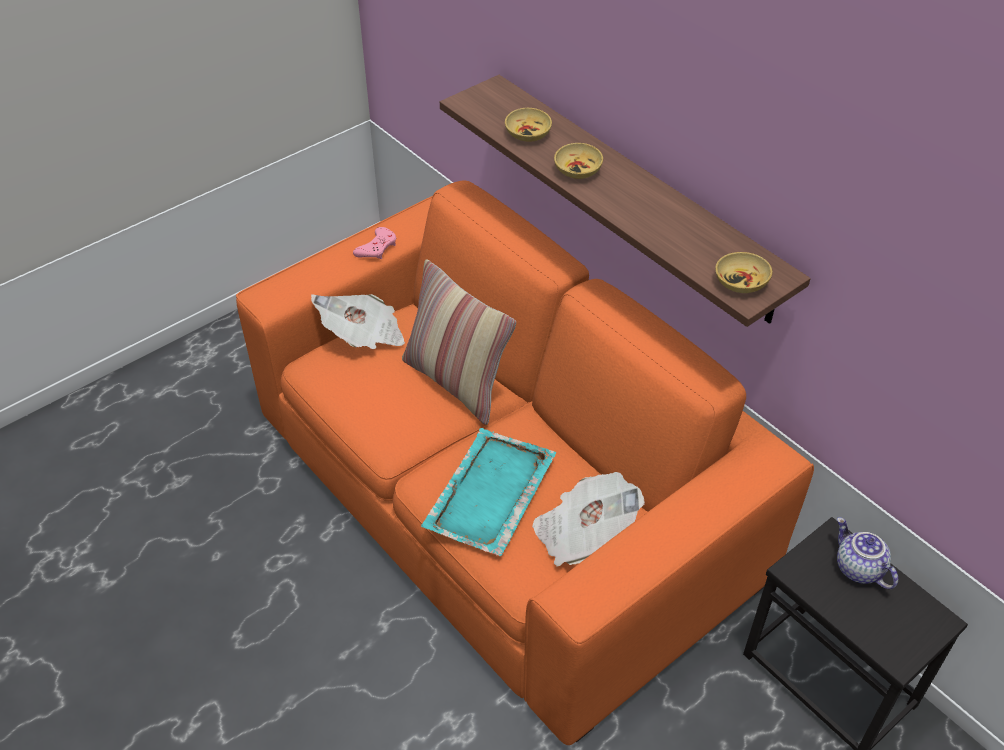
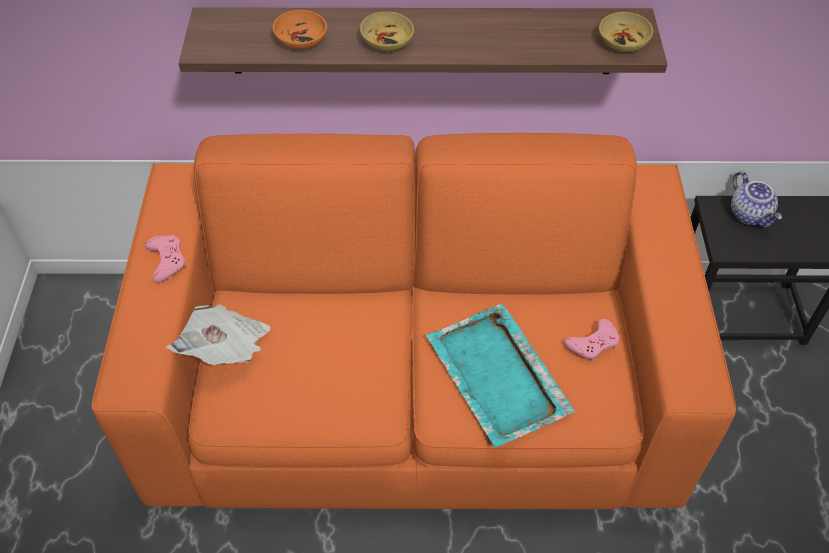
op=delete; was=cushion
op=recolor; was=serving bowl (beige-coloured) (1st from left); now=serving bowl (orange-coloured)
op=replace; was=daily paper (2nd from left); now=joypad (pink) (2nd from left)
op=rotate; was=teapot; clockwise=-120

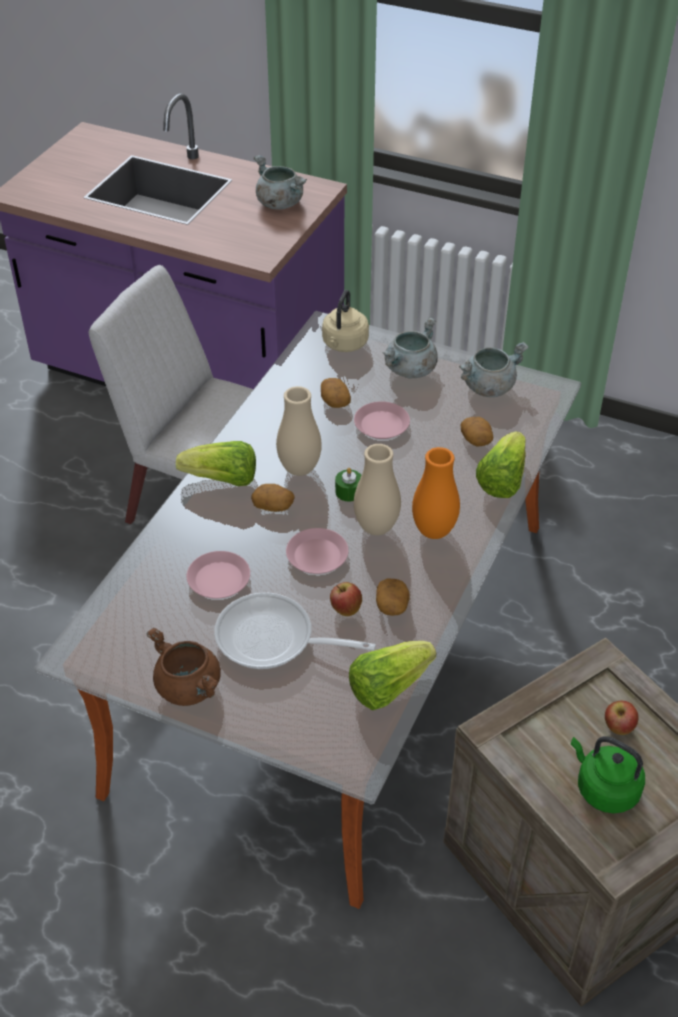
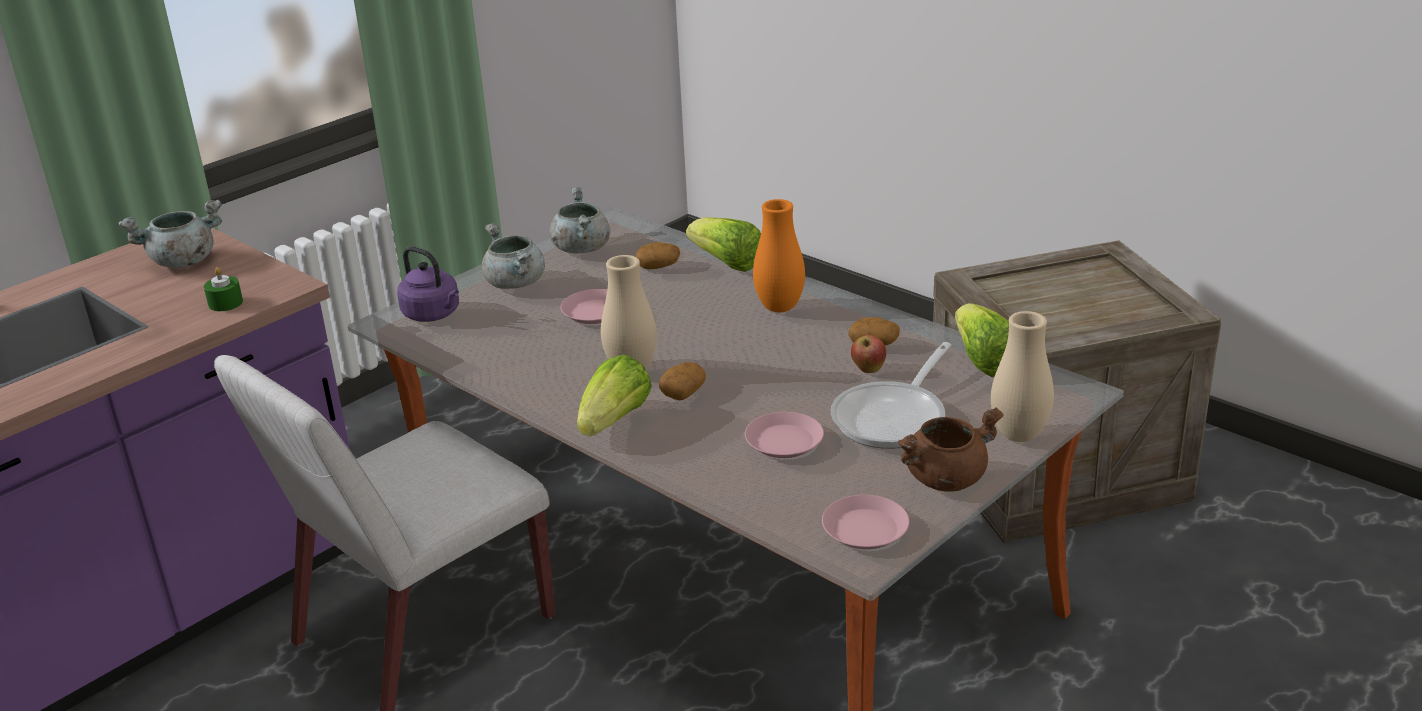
op=move; was=dinner plate (pink) (2nd from left in the first image); now=dinner plate (pink) (3rd from left)
op=delete; was=potato (2nd from left)
op=recolor; was=kettle (beige-coloured); now=kettle (purple-coloured)
op=move; was=candle (green)
op=move; was=flower vase (beige-coloured) (2nd from left)
op=delete; was=kettle (green)
op=delete; was=apple fruit (2nd from left)

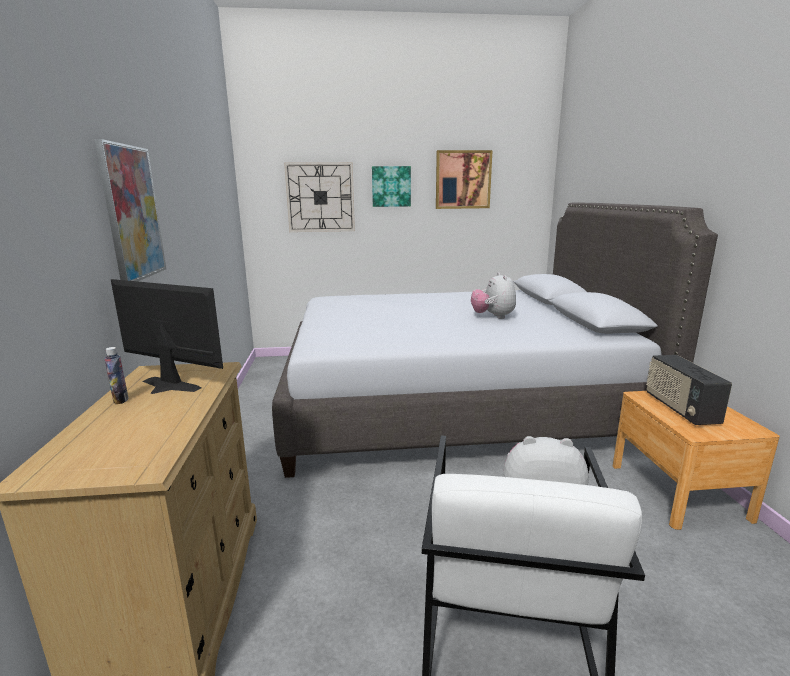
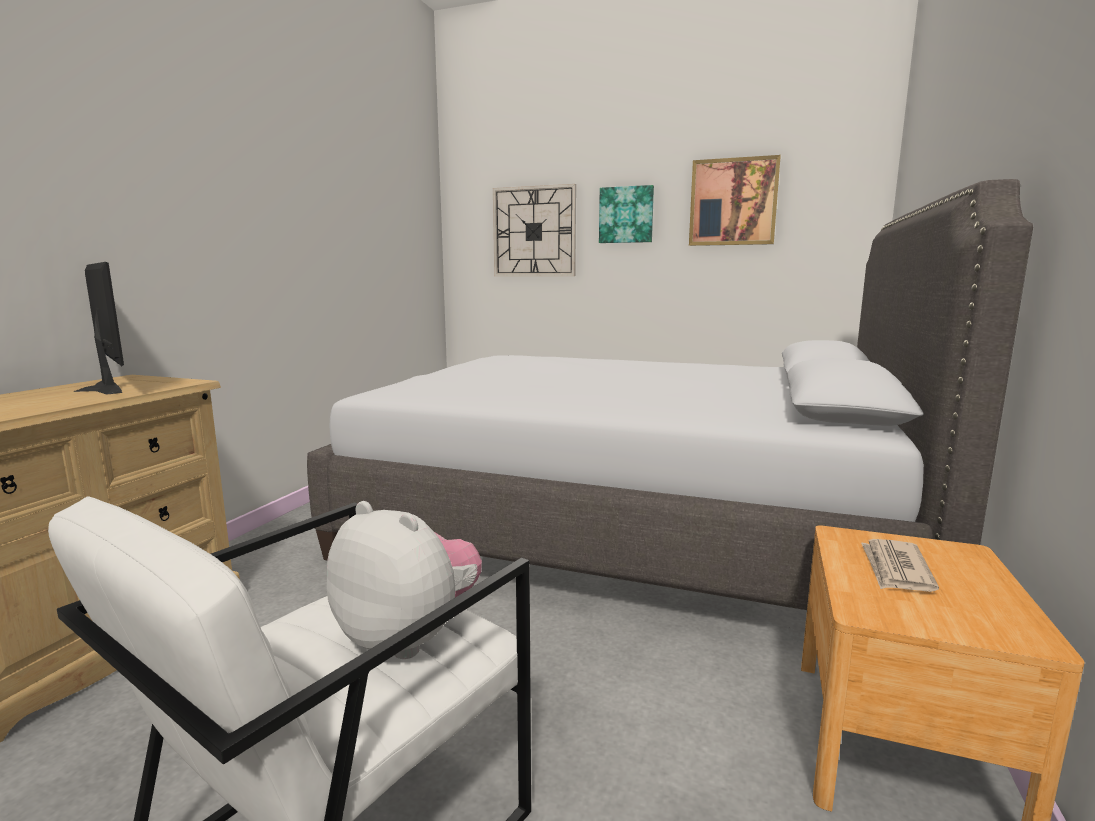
op=delete; was=wall art (1st from left)
op=delete; was=drink bottle
op=delete; was=plush toy (1st from left)
op=replace; was=radio set; now=daily paper

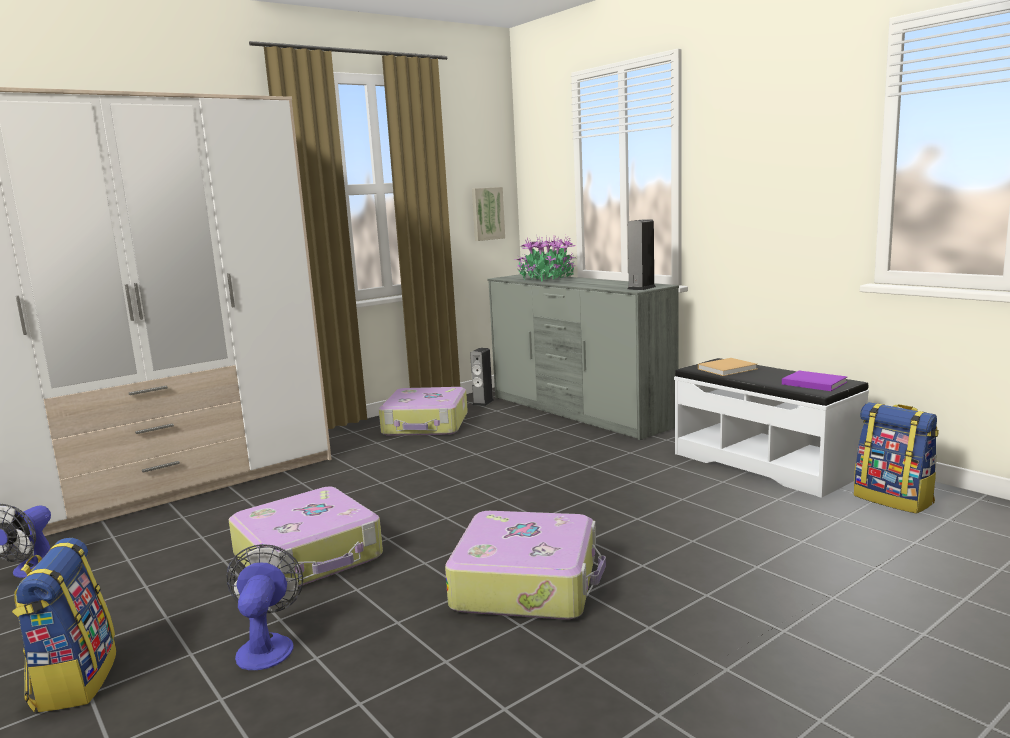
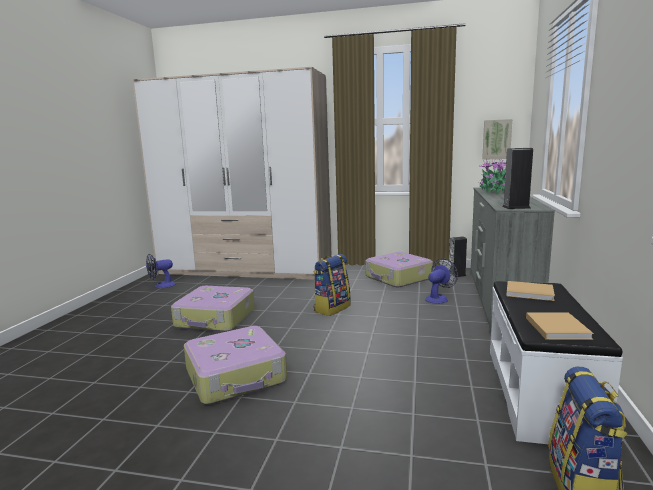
op=move; was=backpack (1st from left)
op=move; was=fan (2nd from left)
op=recolor; was=book (purple-coloured); now=book (beige-coloured) (2nd from left)

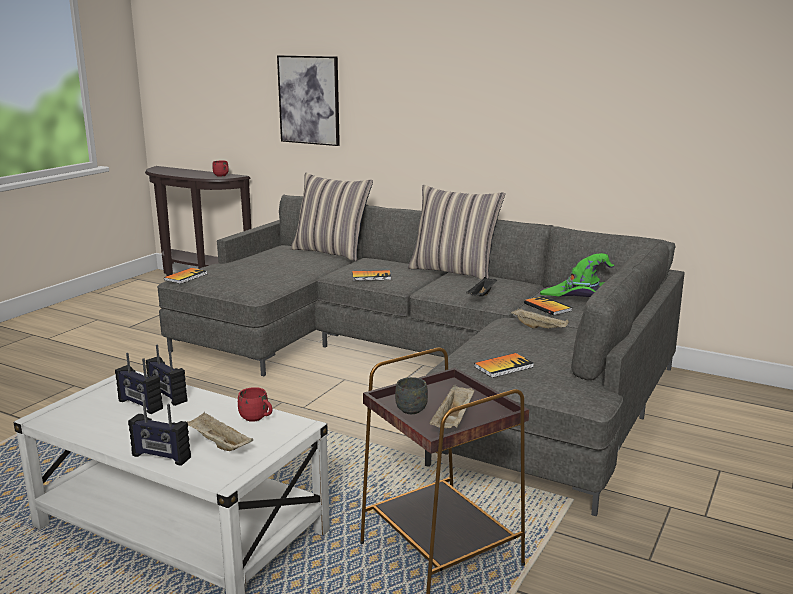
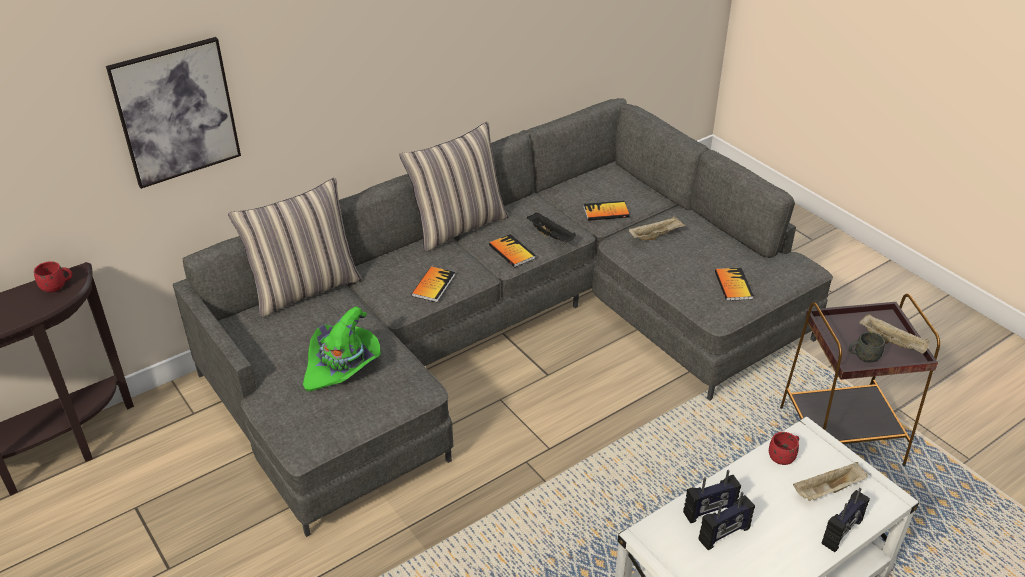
op=move; was=book (1st from left in the first image); now=book (2nd from left)
op=move; was=hat (green)

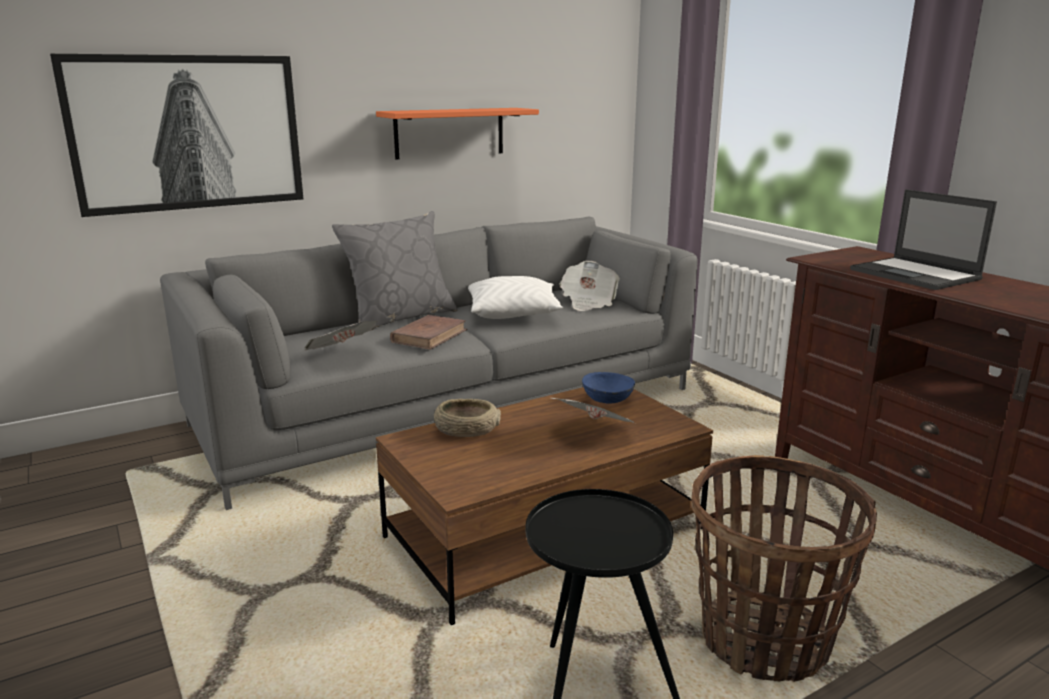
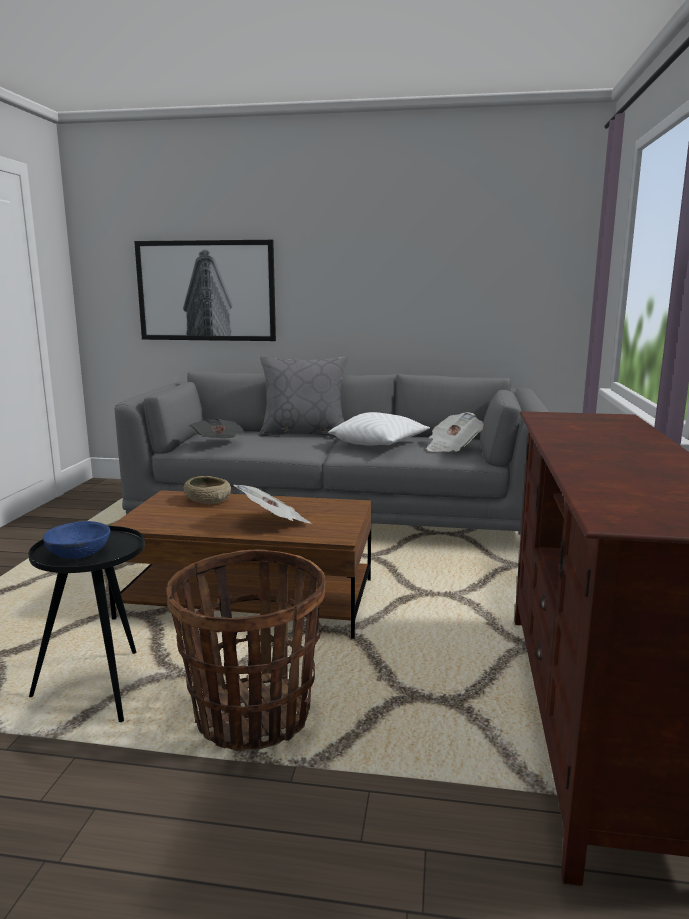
op=delete; was=shelf (orange-coloured)
op=delete; was=book (brown-coloured)
op=move; was=serving bowl (bluish)
op=delete; was=laptop

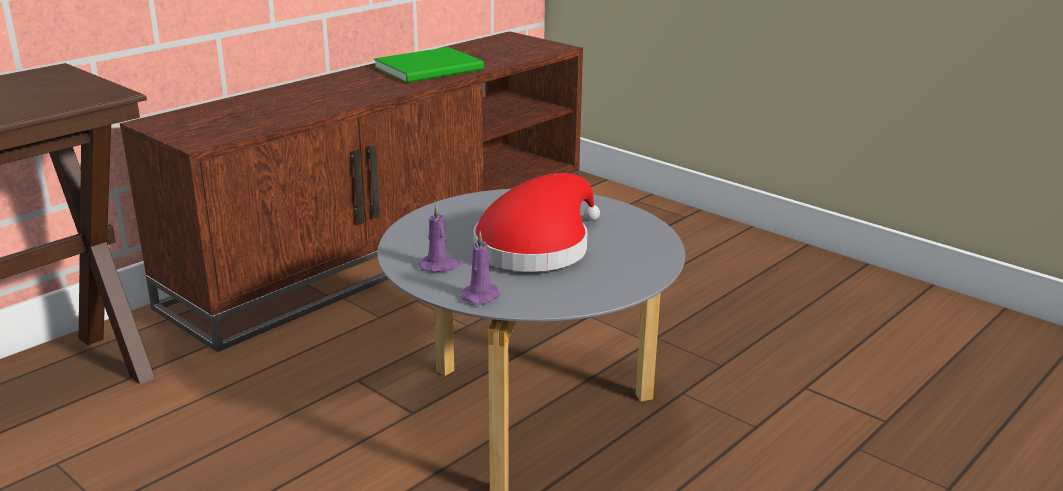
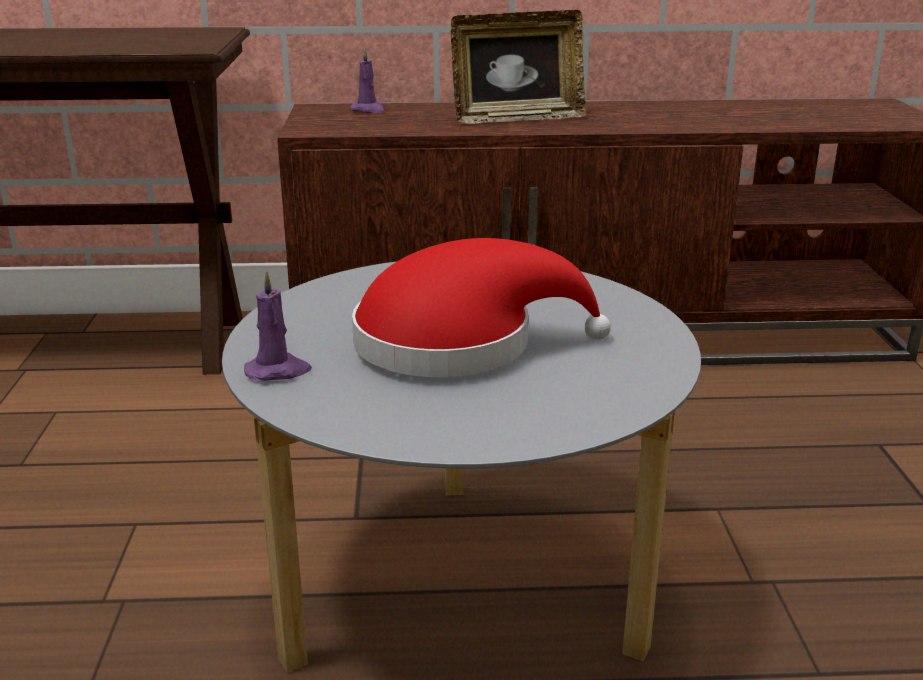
op=delete; was=book (green)
op=move; was=candle (purple-coloured) (1st from left in the first image); now=candle (purple-coloured) (2nd from left)
op=insert; now=picture frame

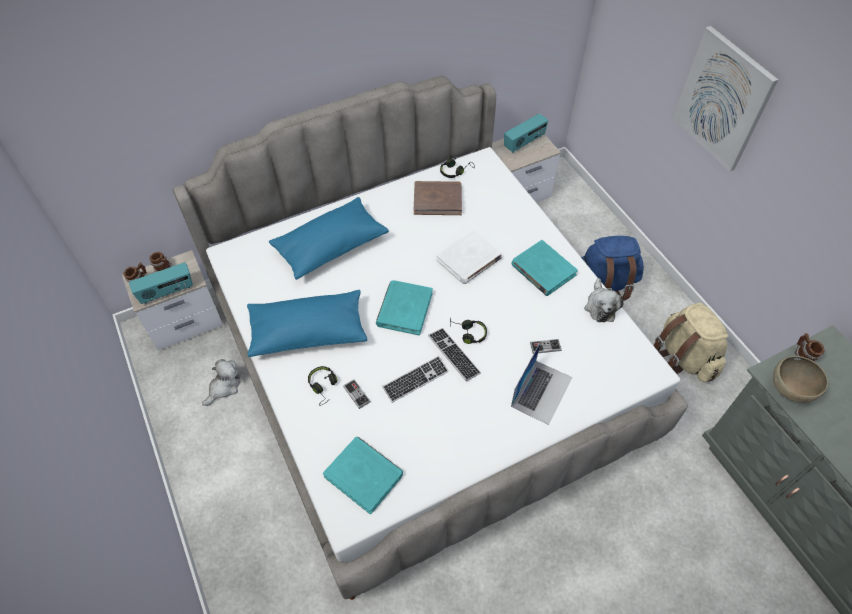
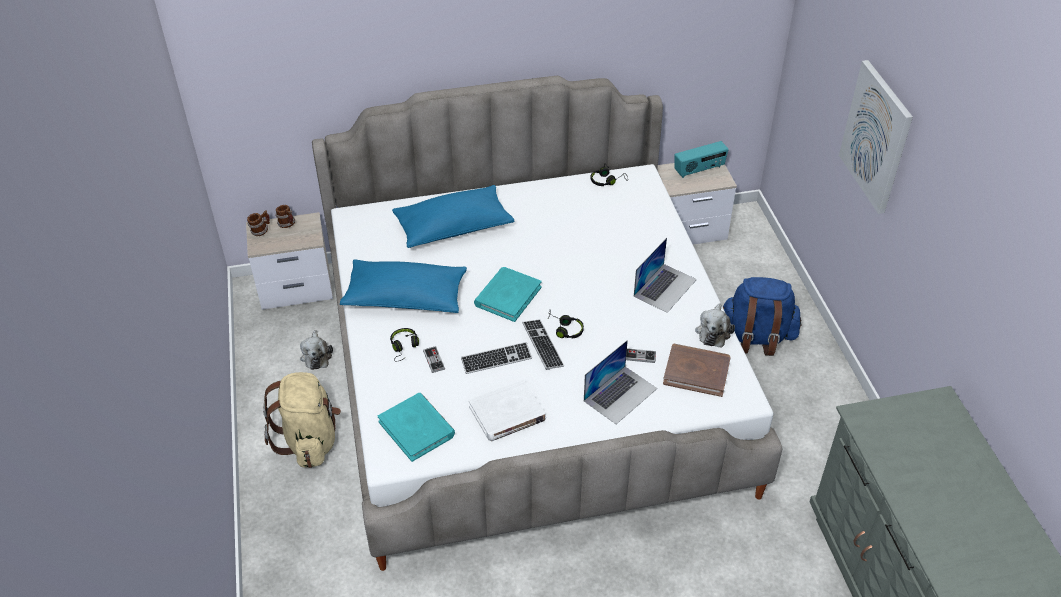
op=delete; was=radio set (1st from left)
op=rotate; was=plush toy (1st from left); clockwise=120
op=move; was=book (brown-coloured)
op=move; was=book (white)
op=replace; was=book (blue-green) (3rd from left); now=laptop (2nd from left)
op=move; was=backpack (beige-coloured)
op=delete; was=serving bowl (brown-coloured)
op=delete; was=coffee mug (3rd from left)

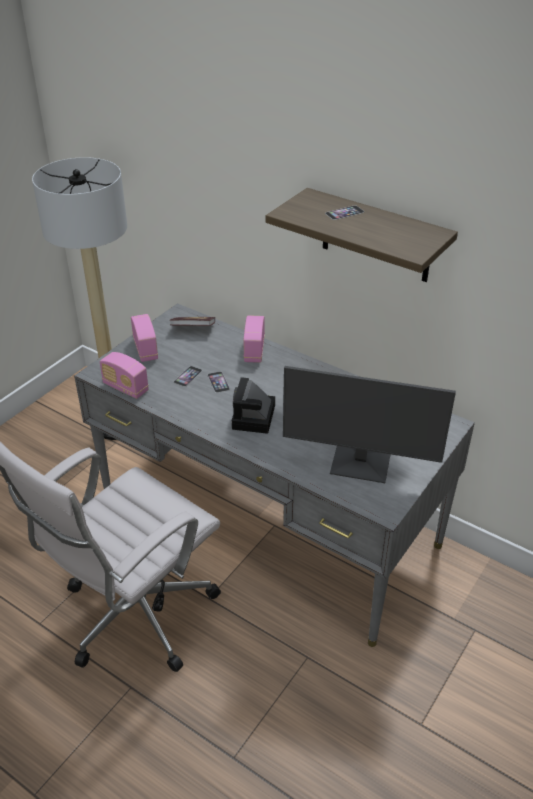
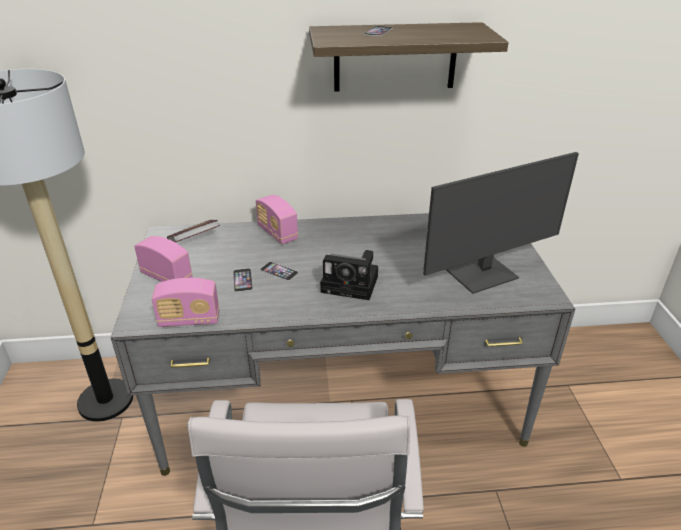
op=rotate; was=photo camera; clockwise=-45

